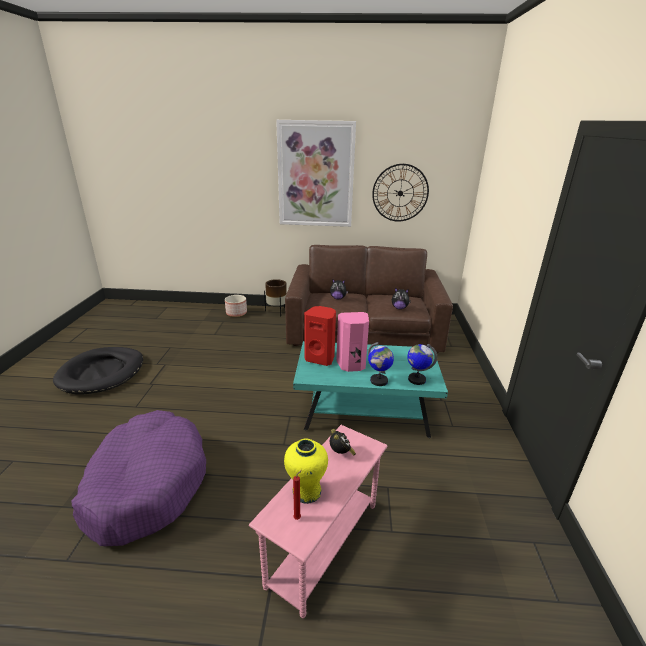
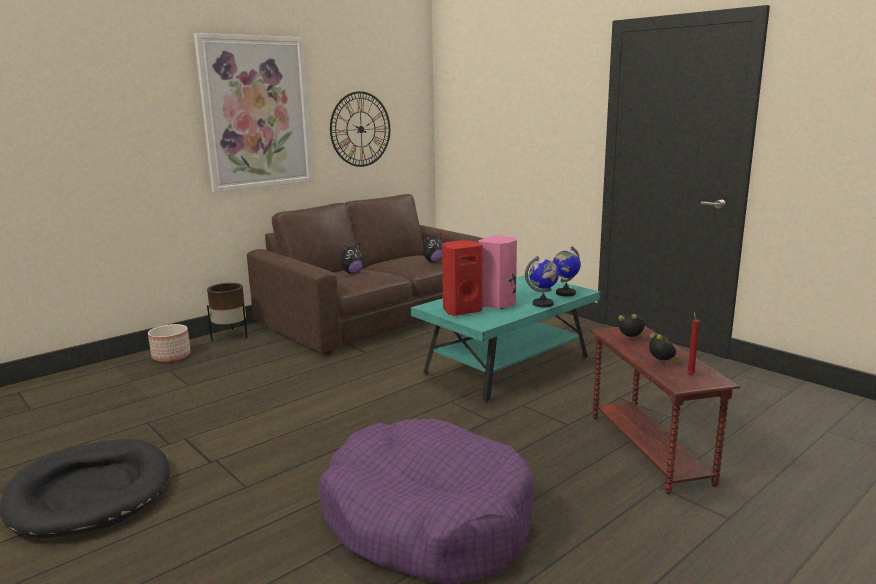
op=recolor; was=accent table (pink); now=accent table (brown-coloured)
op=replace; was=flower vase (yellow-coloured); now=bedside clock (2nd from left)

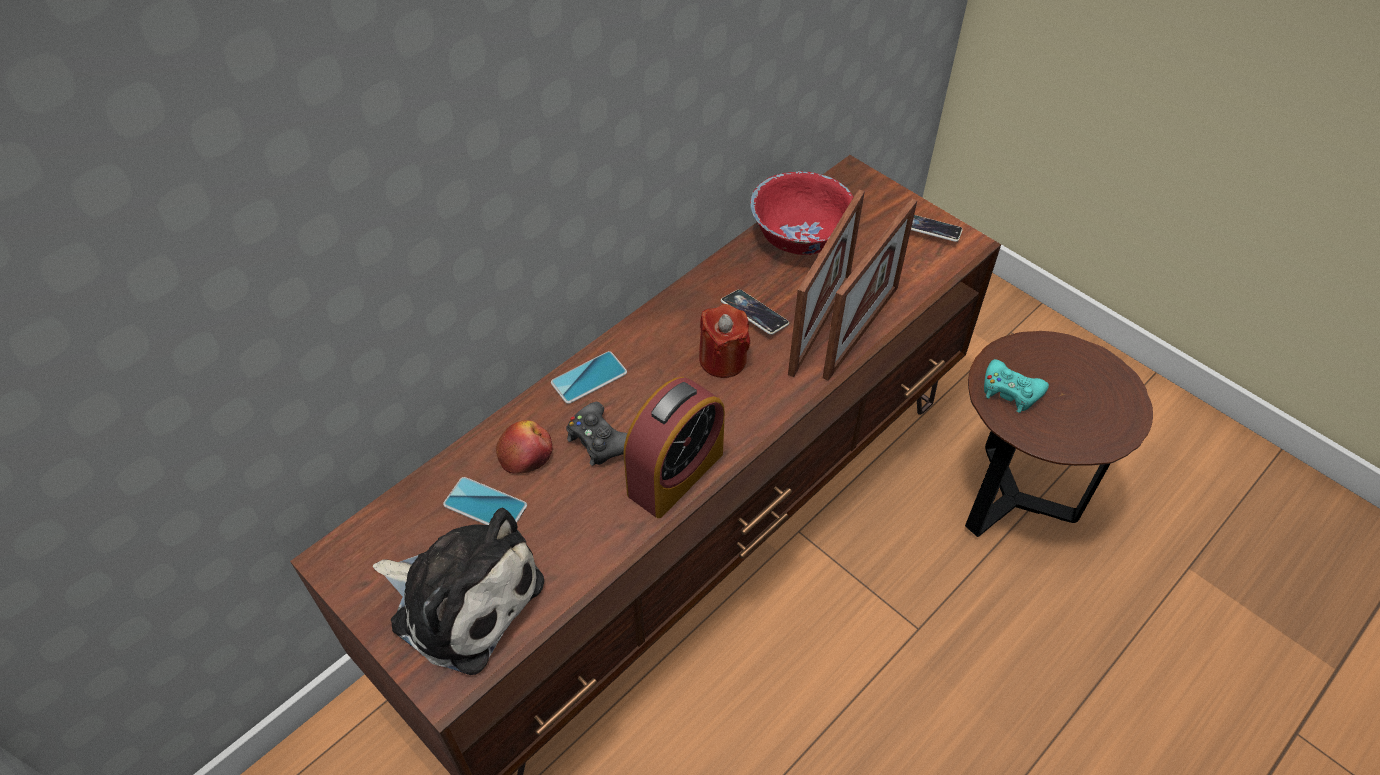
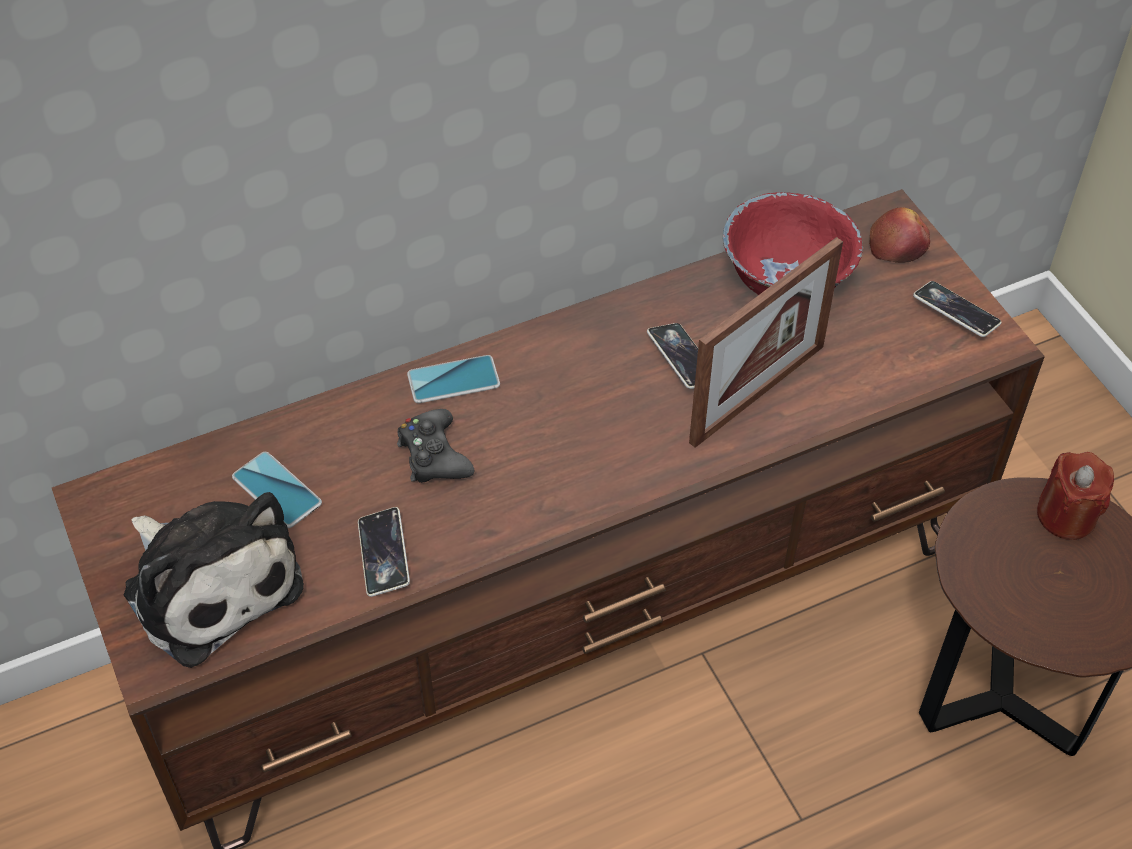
op=move; was=apple fruit
op=delete; was=bedside clock
op=move; was=candle (reddish)
op=delete; was=picture frame (2nd from left)
op=delete; was=joypad (blue-green)
op=insert; now=phone (2nd from left)

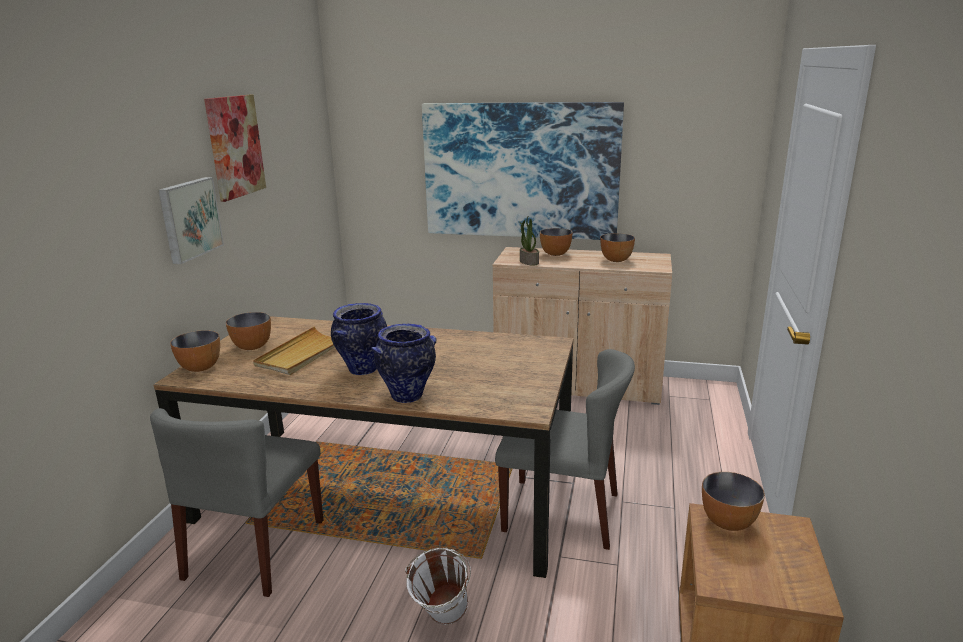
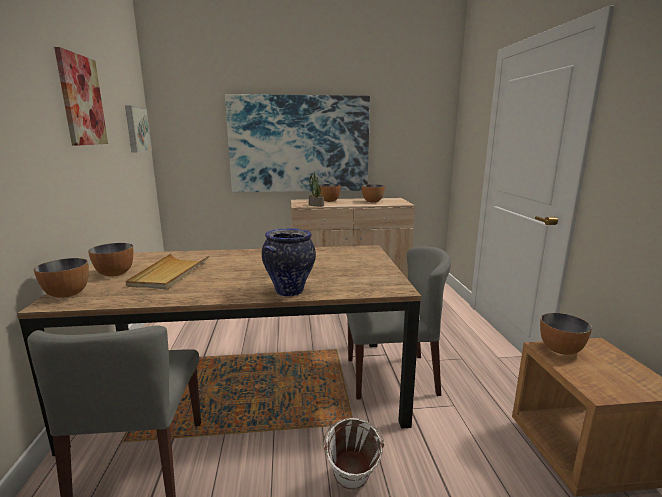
op=move; was=wall art (1st from left in the first image); now=wall art (2nd from left)
op=delete; was=flower vase (1st from left)

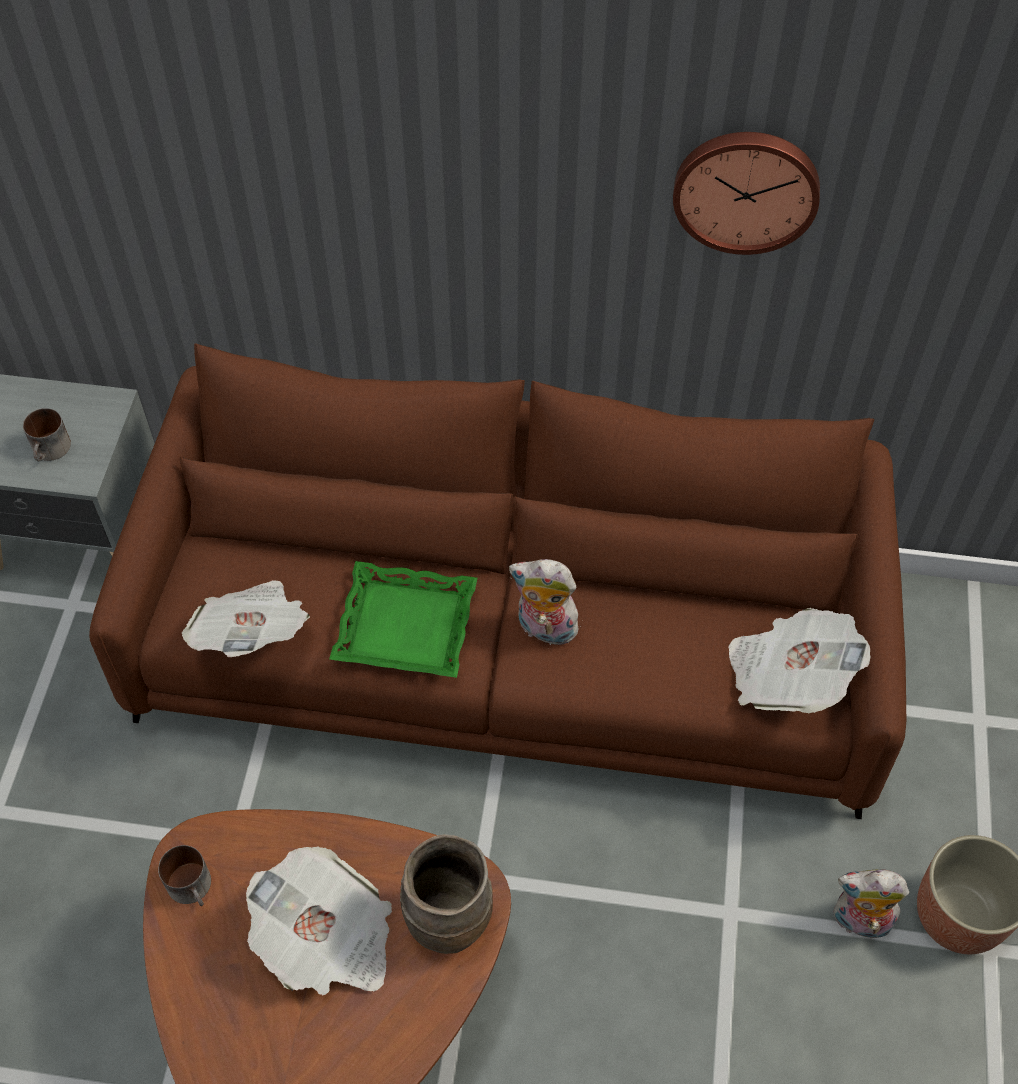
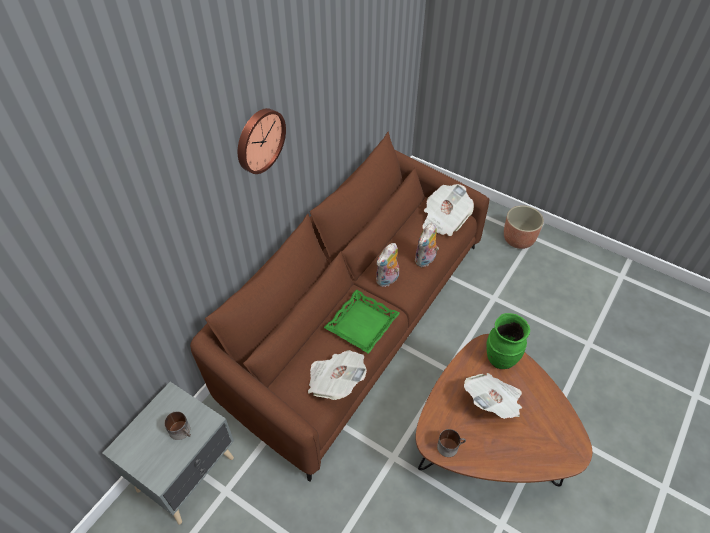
op=recolor; was=flower vase (brown-coloured); now=flower vase (green)
op=move; was=clock on the wall
op=move; was=plush toy (2nd from left)

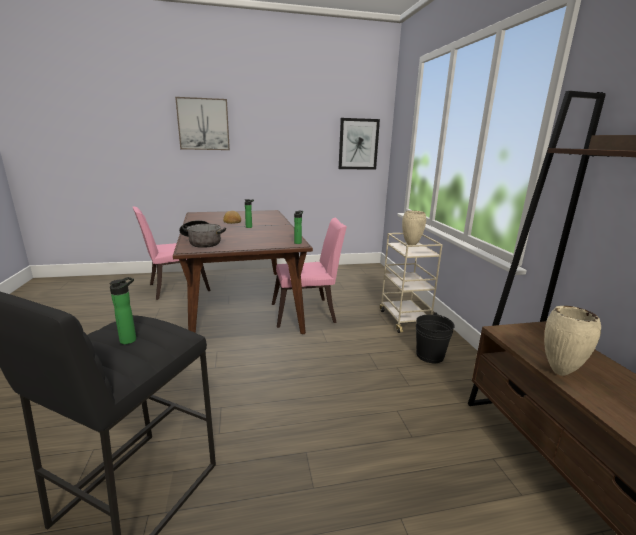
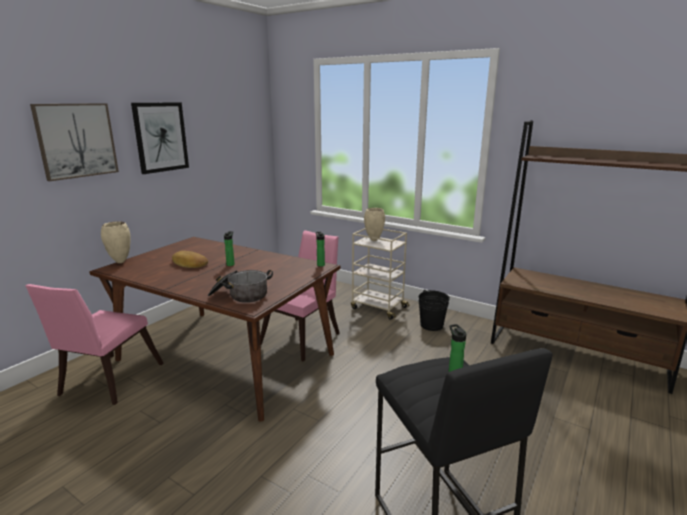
op=move; was=wall art (2nd from left)
op=move; was=flower vase (beige-coloured) (2nd from left in the first image); now=flower vase (beige-coloured) (1st from left)

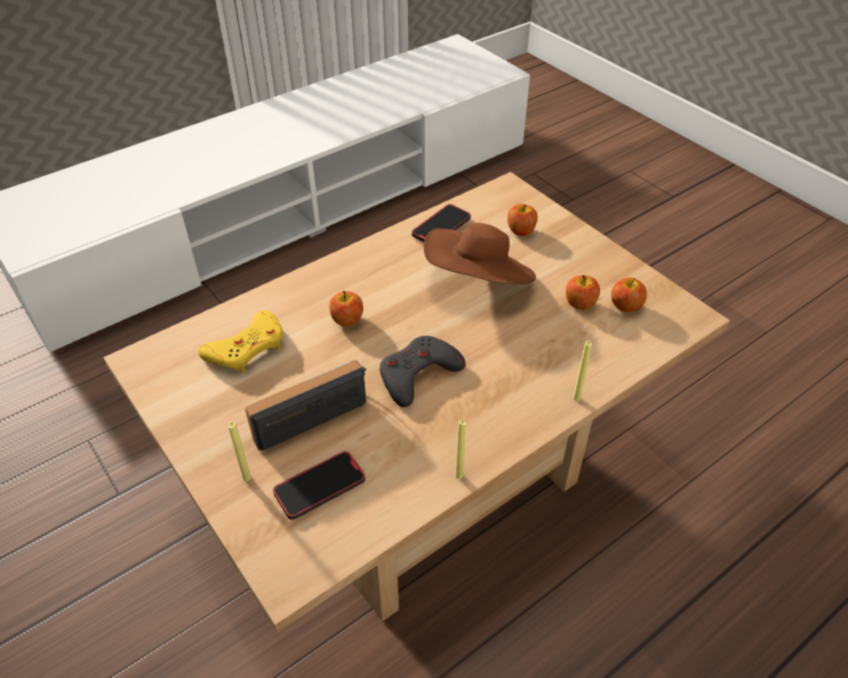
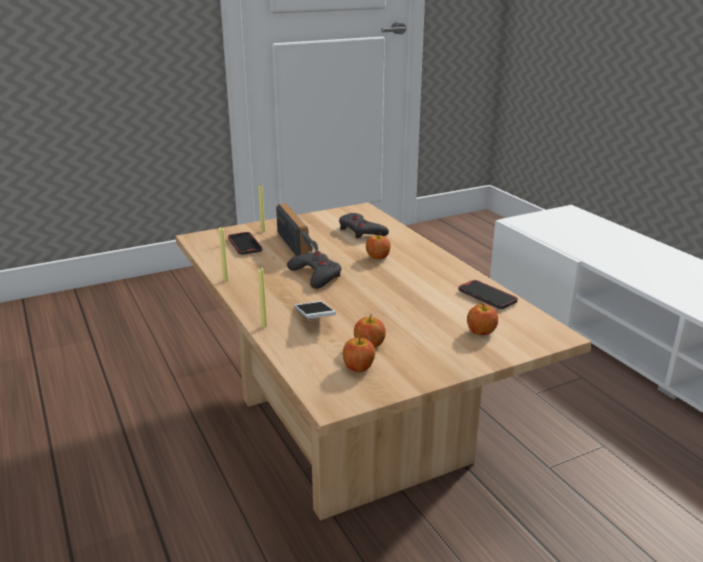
op=recolor; was=joypad (yellow-coloured); now=joypad (greyish) (2nd from left)
op=delete; was=hat (brown-coloured)
op=insert; now=phone (2nd from left)

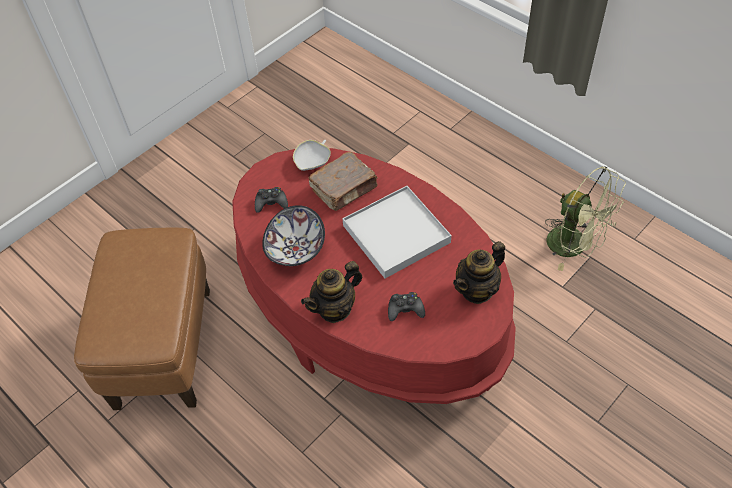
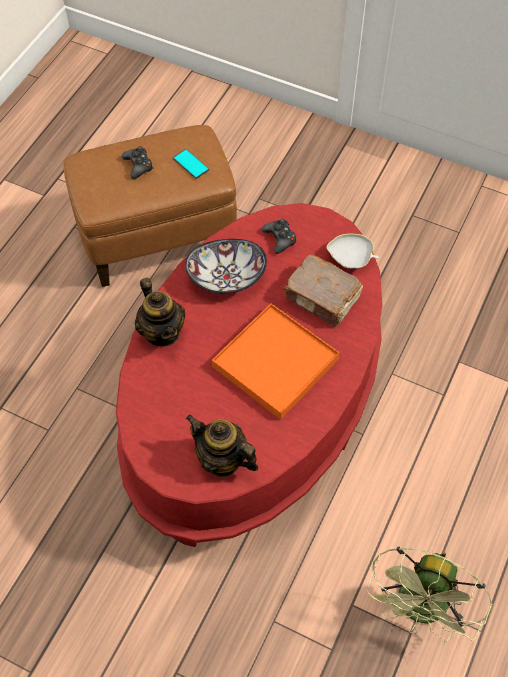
op=rotate; was=teapot (1st from left); clockwise=-150
op=recolor; was=carrying tray (white); now=carrying tray (orange-coloured)
op=move; was=joypad (black-coloured) (2nd from left in the first image); now=joypad (black-coloured) (1st from left)
op=insert; now=phone

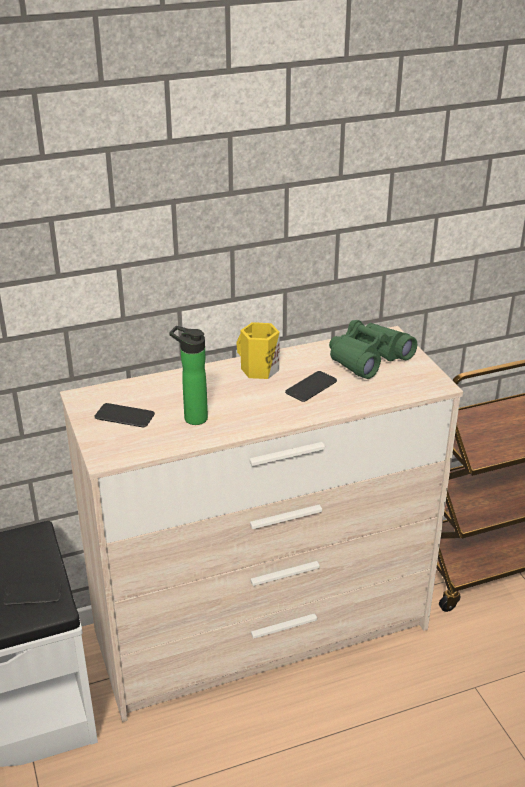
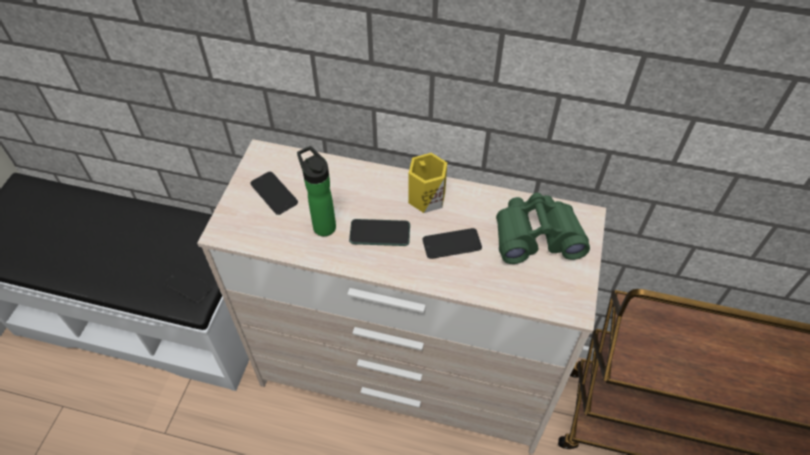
op=insert; now=phone (3rd from left)

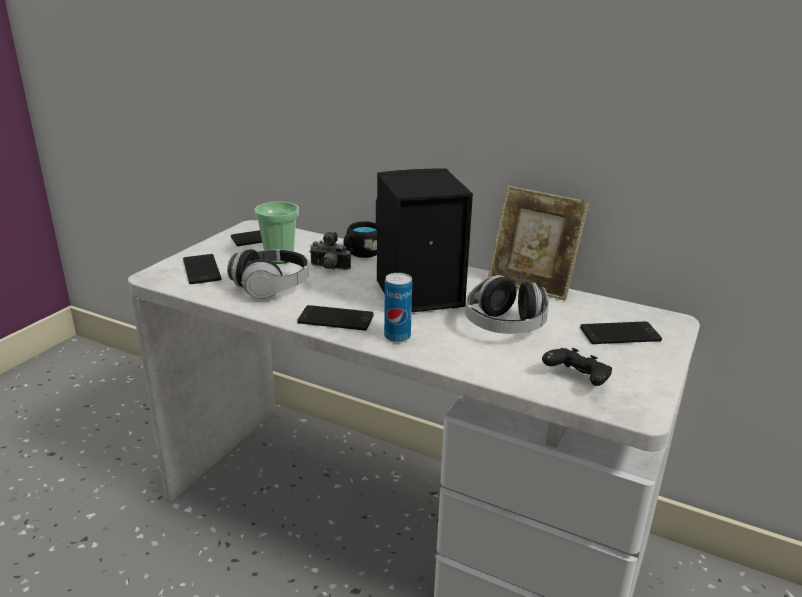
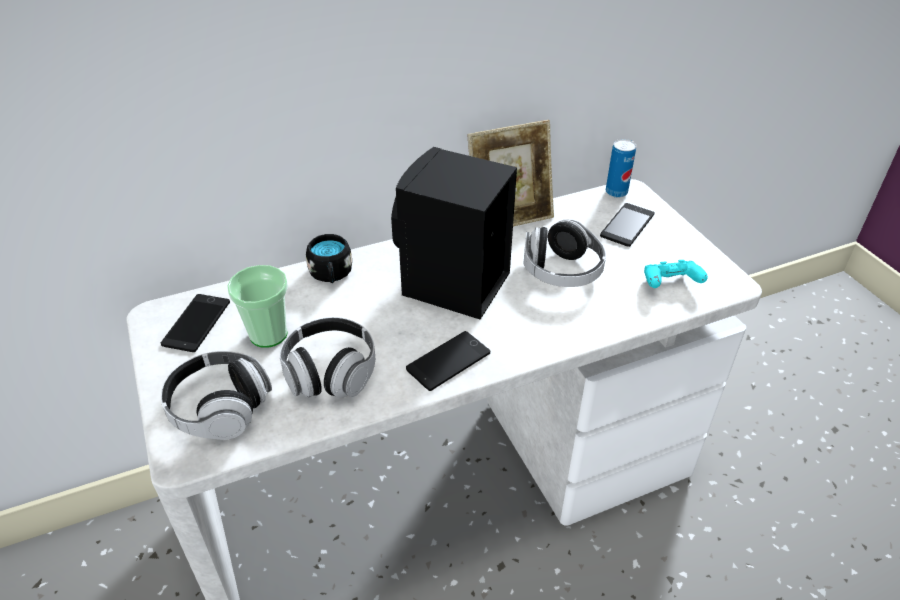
op=replace; was=phone (1st from left); now=headphones (1st from left)
op=delete; was=photo camera
op=move; was=sealed can
op=recolor; was=joypad (black-coloured); now=joypad (blue-green)

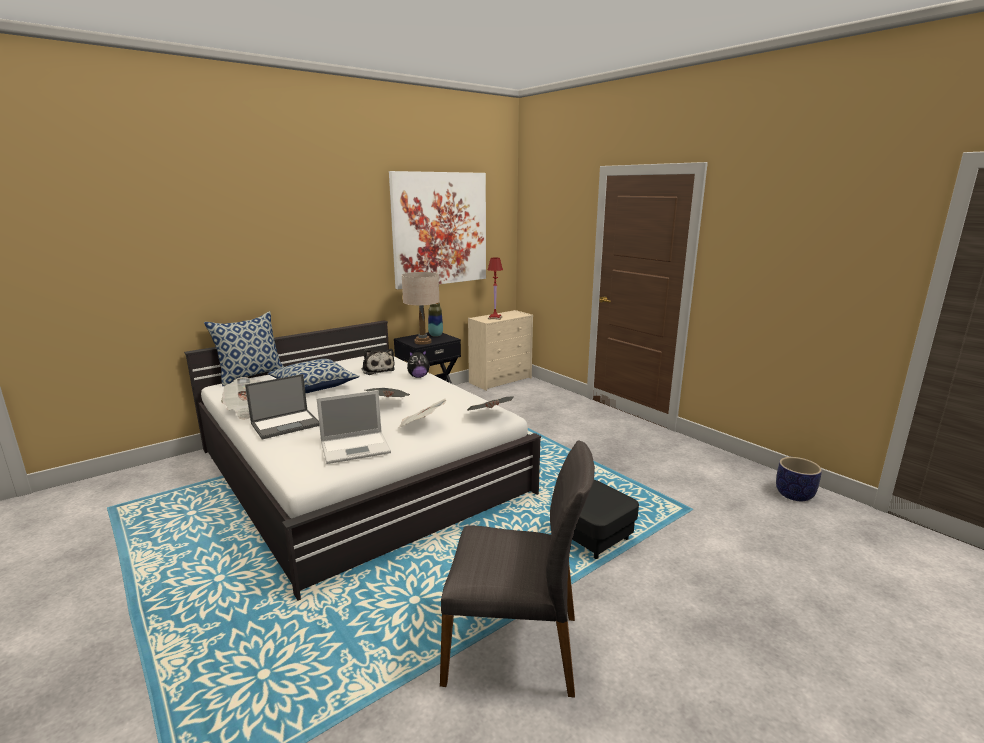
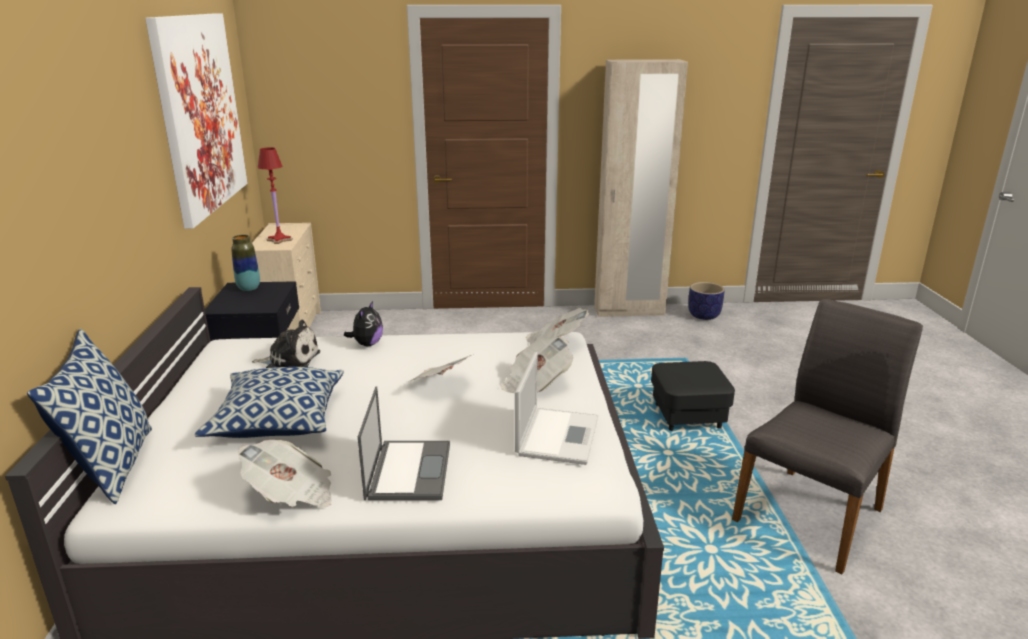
op=delete; was=table lamp (beige-coloured)
op=insert; now=clothes cupboard (beige-coloured)

